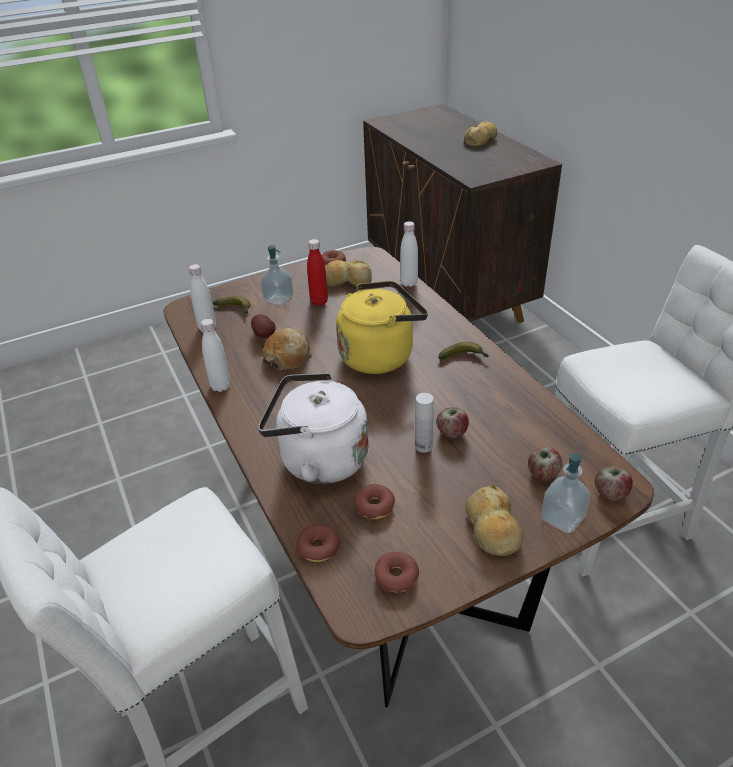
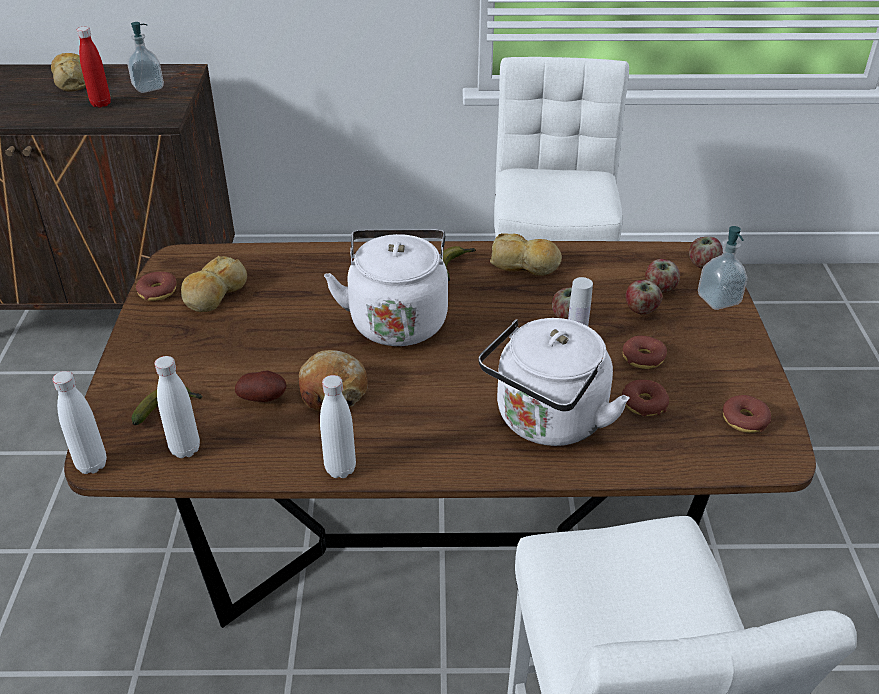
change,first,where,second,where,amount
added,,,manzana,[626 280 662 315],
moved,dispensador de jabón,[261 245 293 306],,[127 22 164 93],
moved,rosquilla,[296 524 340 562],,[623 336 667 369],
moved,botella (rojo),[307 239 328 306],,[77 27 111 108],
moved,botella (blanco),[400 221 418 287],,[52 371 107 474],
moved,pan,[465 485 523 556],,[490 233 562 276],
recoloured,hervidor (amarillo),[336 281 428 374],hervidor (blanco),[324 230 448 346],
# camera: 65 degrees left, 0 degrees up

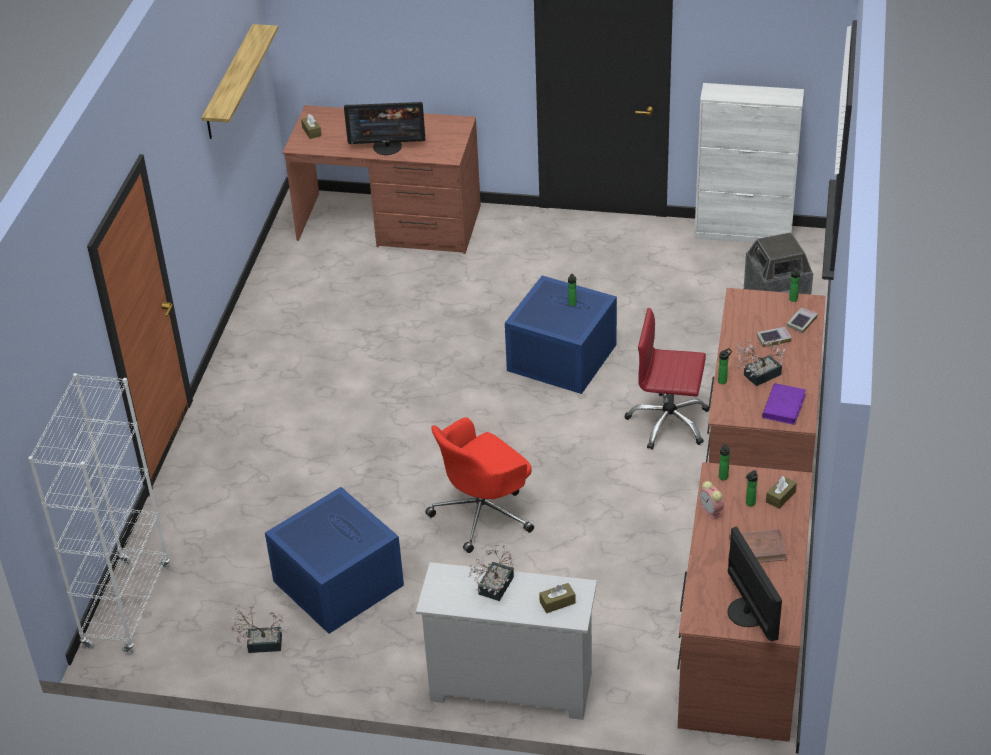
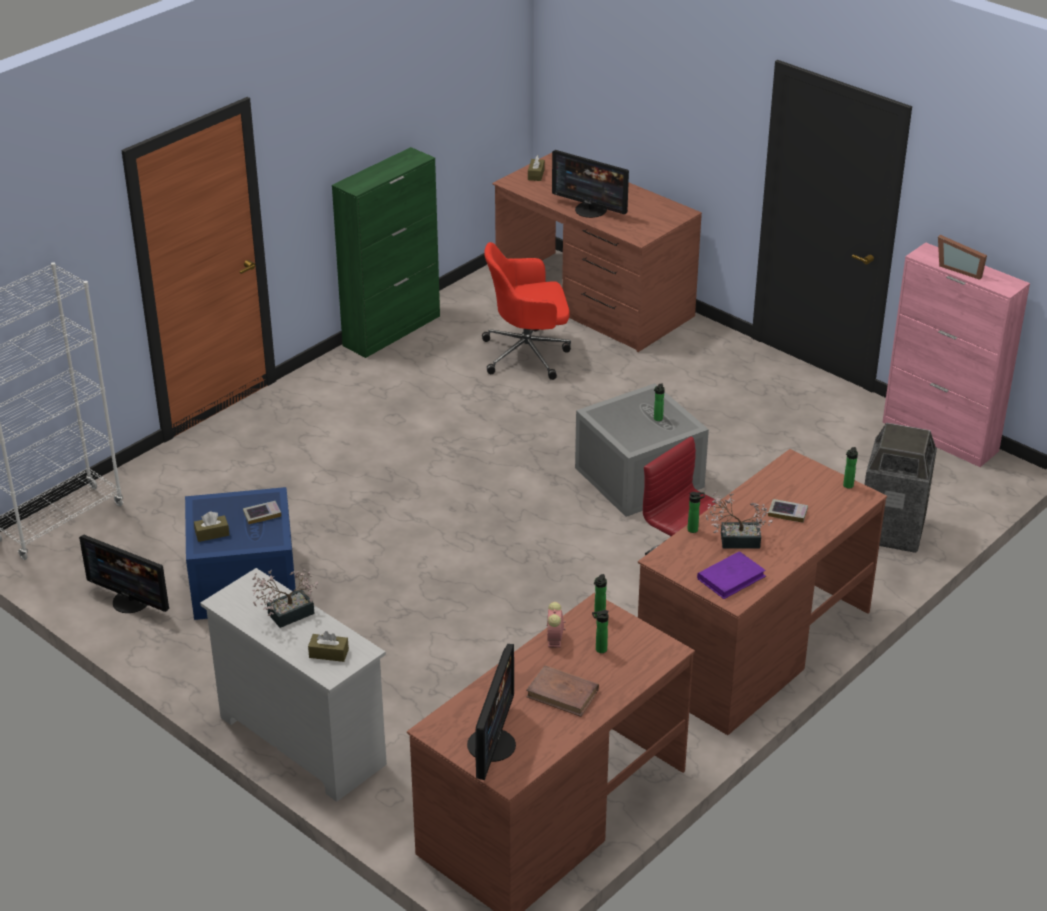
change,first,where,second,where,amount
removed,estante,[201 24 278 139],,,
added,,,armario (verde),[332 147 440 358],
added,,,portarretratos,[938 235 987 280],
moved,silla de oficina (rojo),[425 417 534 553],,[482 242 571 380],
moved,caja de pañuelos (marrón),[766 476 797 509],,[194 511 229 542],
moved,libro,[786 308 818 333],,[243 501 281 524],
replaced,planta en maceta,[231 605 289 653],monitor,[79 534 169 613],
recoloured,caja de almacenaje (azul),[505 276 617 394],caja de almacenaje (gris),[575 383 709 517],
recoloured,armario (blanco),[694 83 804 243],armario (rosa),[882 243 1030 467],
# camera: 30 degrees right, 5 degrees down

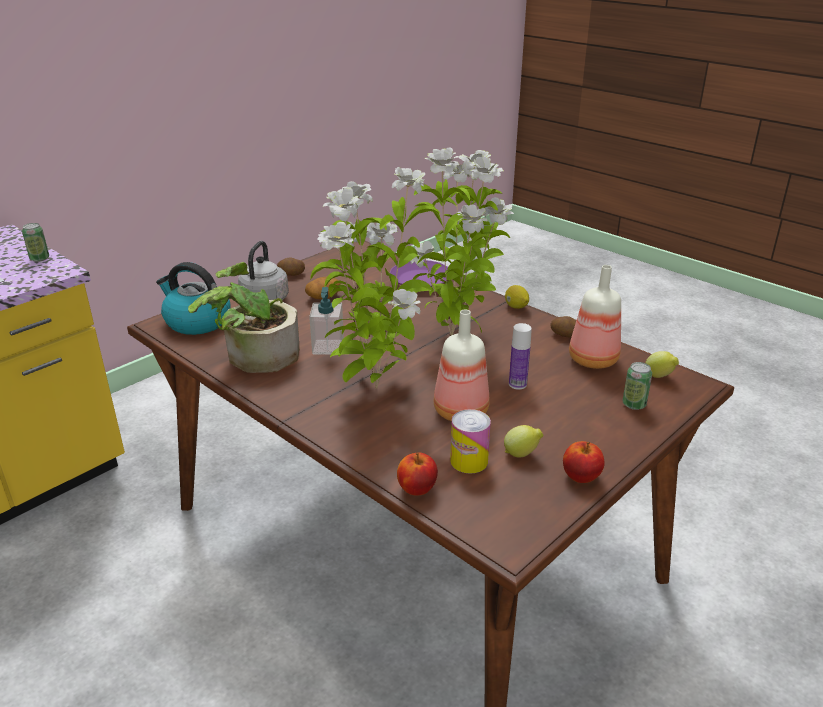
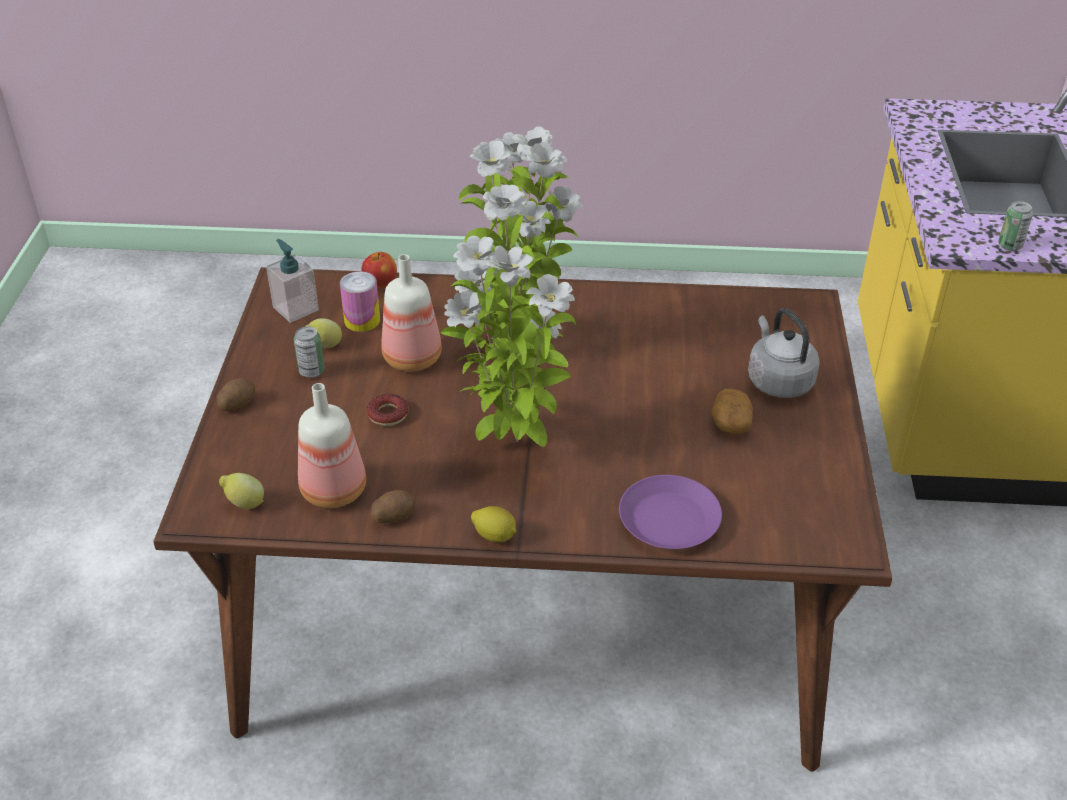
change,first,where,second,where,amount
removed,hervidor,[156 262 231 335],,,
removed,planta en maceta,[188 262 299 373],,,
removed,manzana,[563 441 605 483],,,
moved,patata,[277 258 305 276],,[217 378 255 411],
moved,dispensador de jabón,[309 287 344 355],,[266 239 319 323],
moved,lata,[623 362 652 410],,[294 326 325 378],
replaced,botella,[509 323 532 390],rosquilla,[367 394 408 426],
# camera: 140 degrees right, 10 degrees up

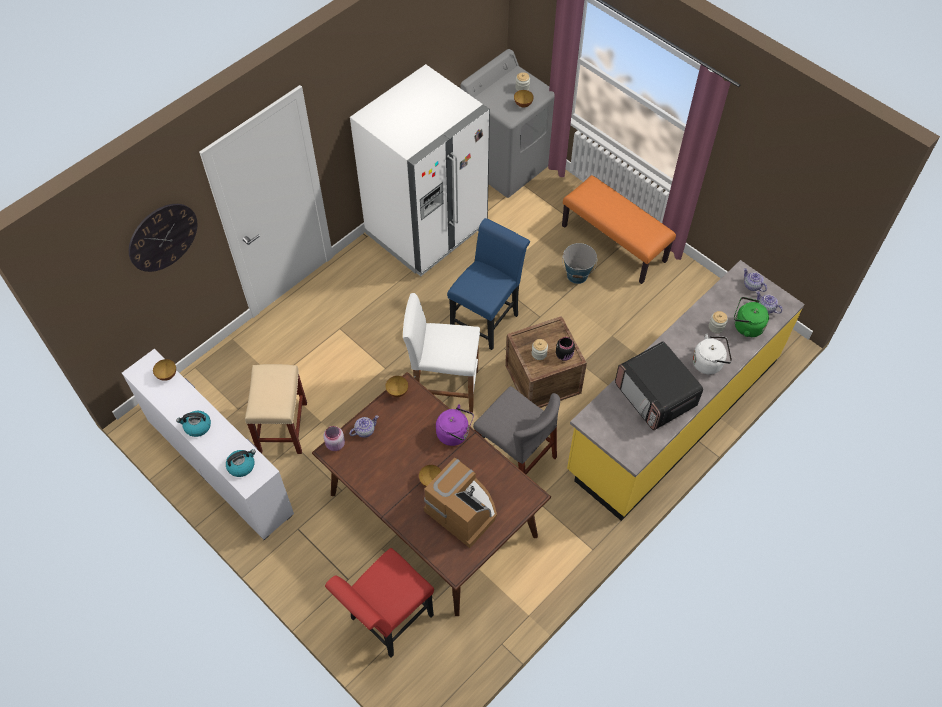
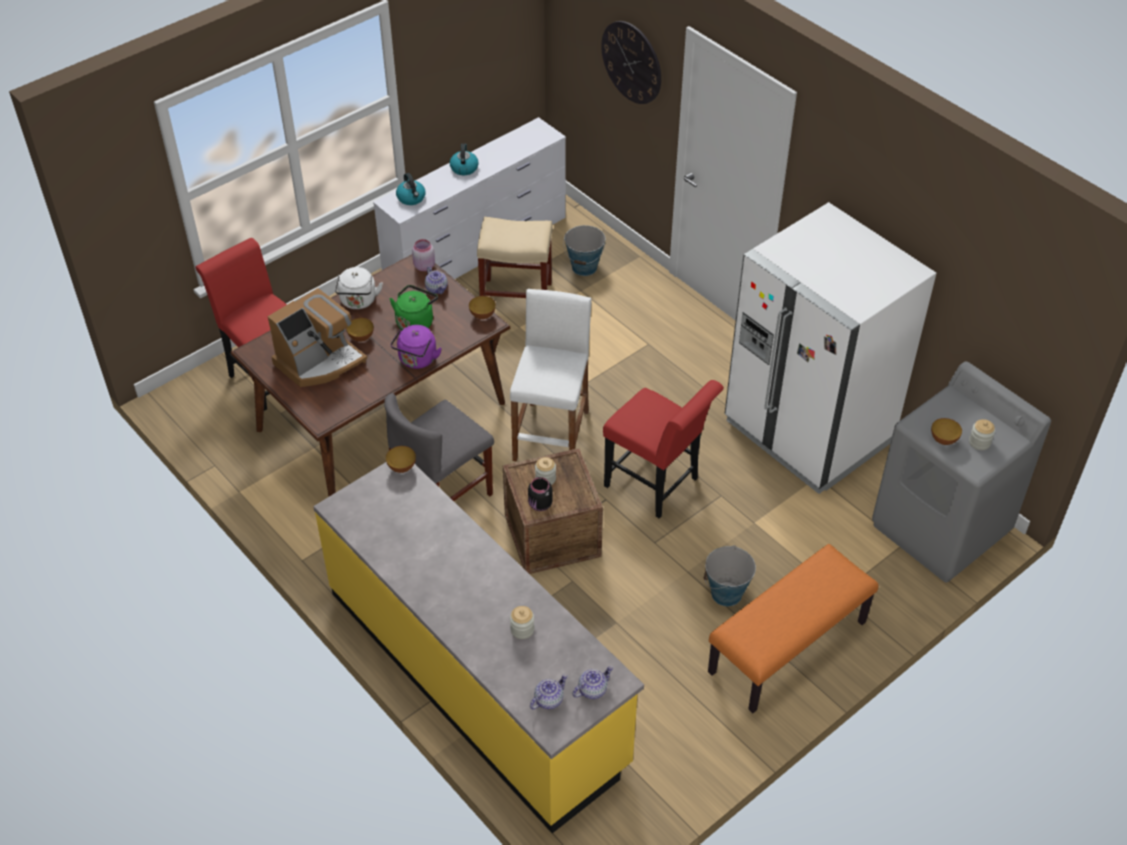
change,first,where,second,where,amount
removed,microondas,[615 341 703 430],,,
added,,,cubo,[563 225 605 276],
moved,cuenco,[153 359 176 381],,[386 446 416 473],
moved,hervidor (blanco),[692 334 732 375],,[335 267 383 309],
moved,hervidor (verde),[734 297 769 337],,[390 285 438 330],
recoloured,silla (azul),[447 218 530 350],silla (rojo),[603 380 724 519],
# camera: 95 degrees right, 10 degrees down

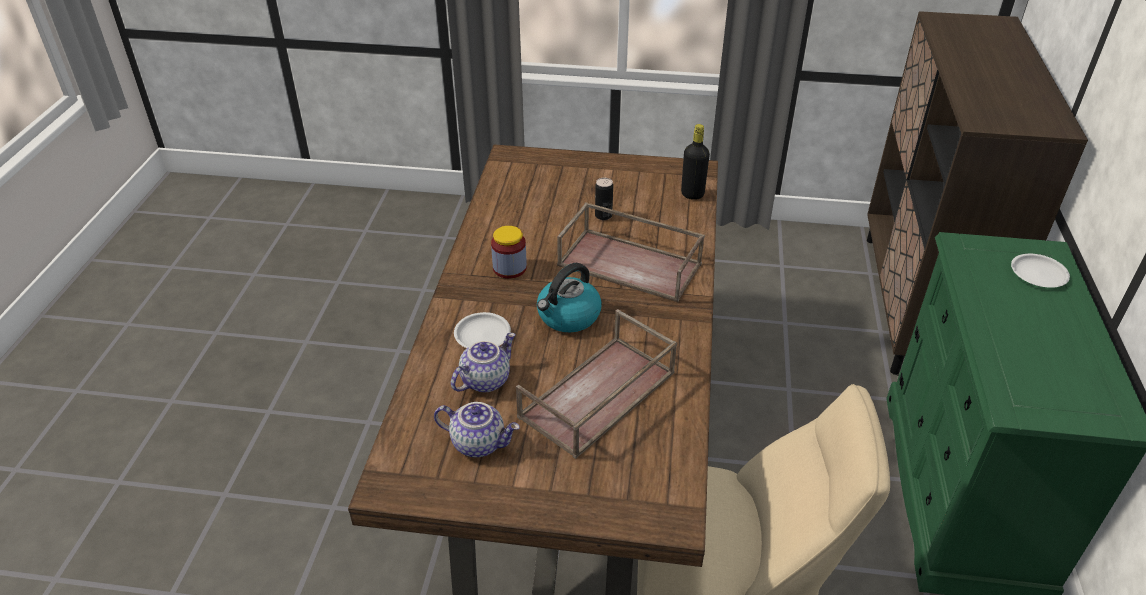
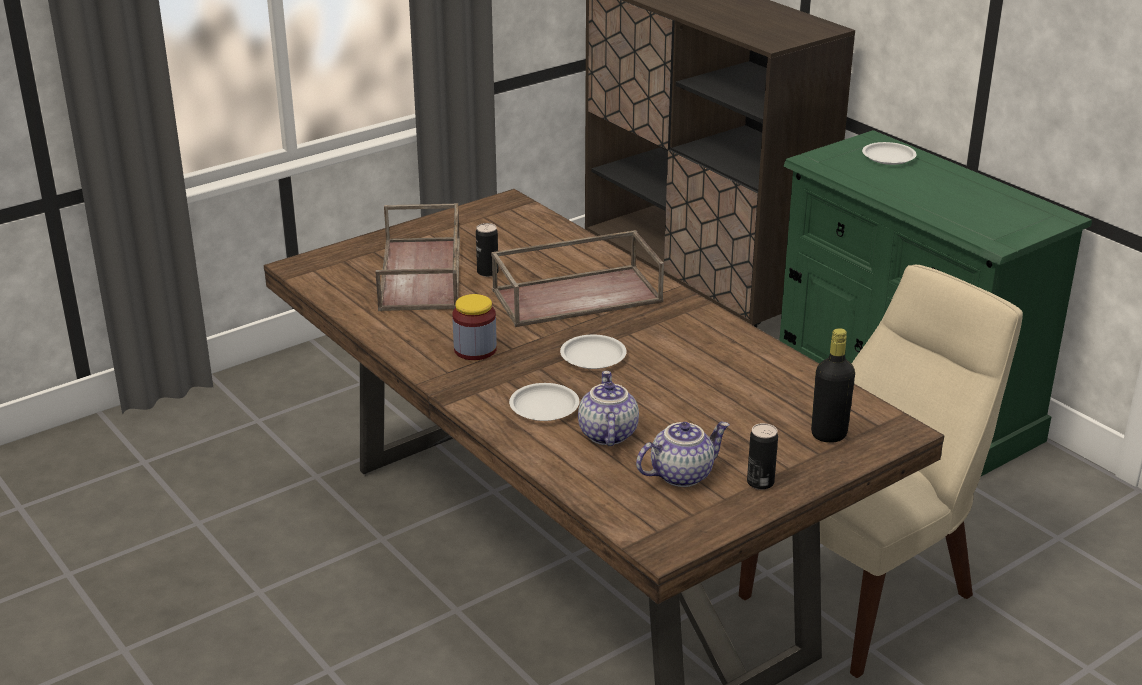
change,first,where,second,where,amount
added,,,lata,[747 423 778 490],
moved,bandeja (marrón),[516 309 677 459],,[375 203 460 311],
moved,botella (negro),[681 124 710 200],,[811 328 855 443],
replaced,hervidor,[537 263 602 332],plato (blanco),[560 335 627 369],
# camera: 45 degrees left, 10 degrees down

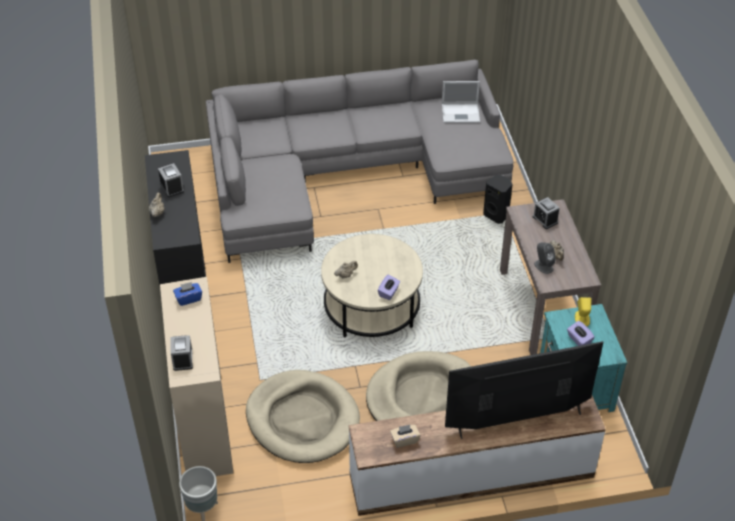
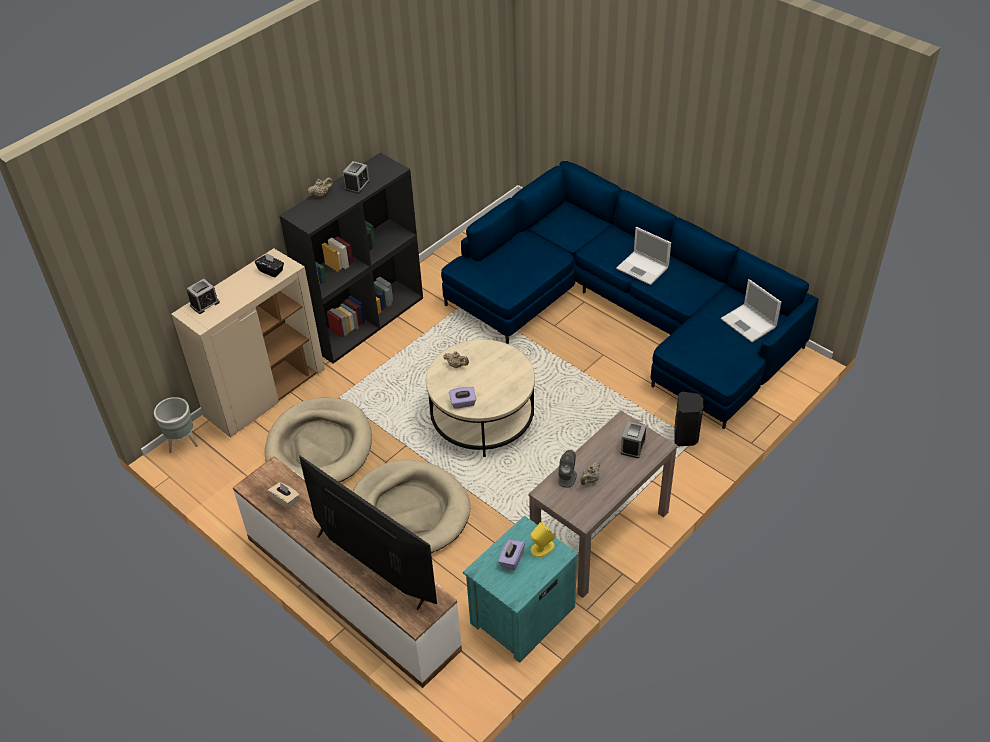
change,first,where,second,where,amount
added,,,portátil,[616 227 671 285],
recoloured,caja de pañuelos (azul),[173 282 202 306],caja de pañuelos (negro),[255 253 284 277],
recoloured,sofá (gris),[206 60 513 263],sofá (azul),[441 161 819 429],
# camera: 55 degrees right, 0 degrees up

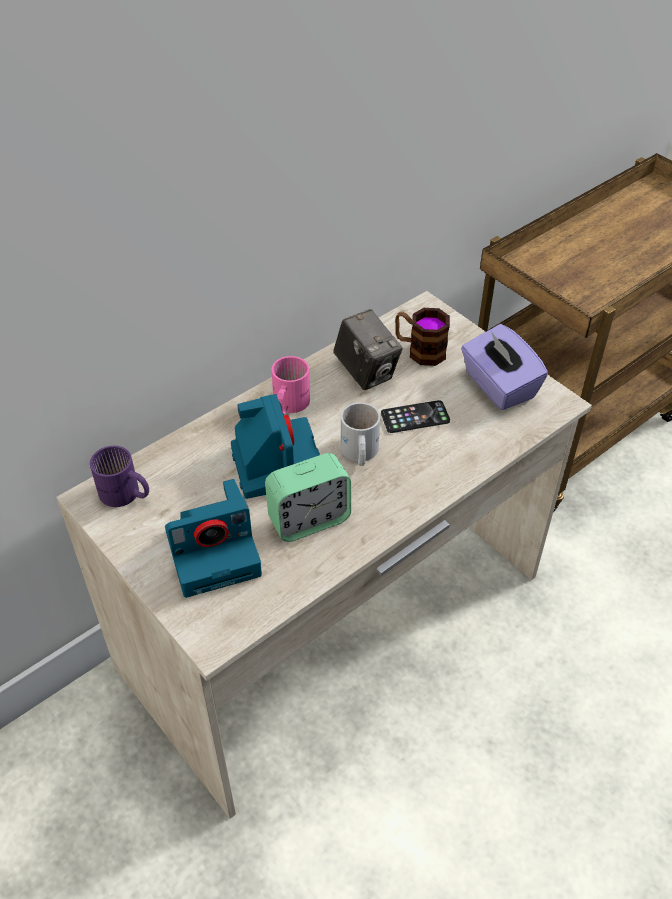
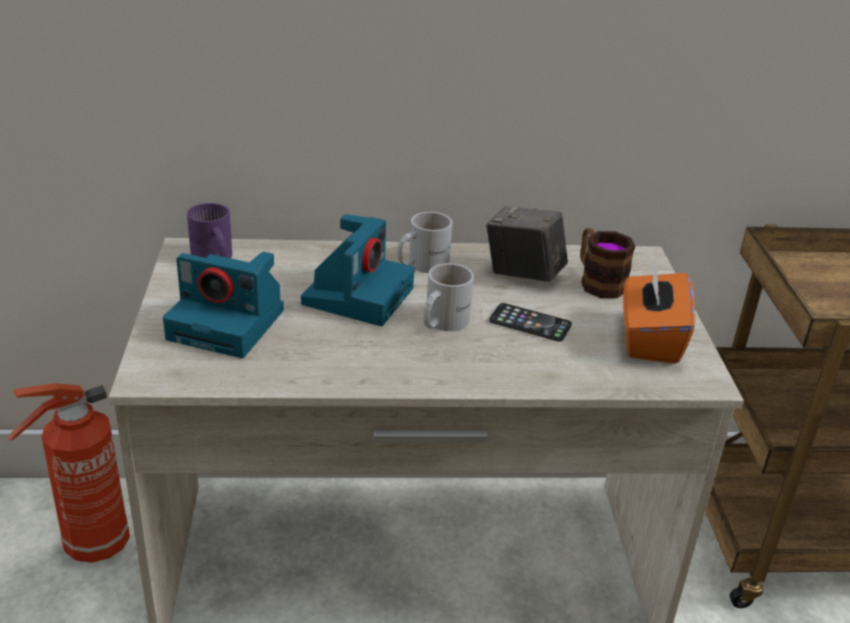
change,first,where,second,where,amount
removed,despertador,[265 453 351 542],,,
added,,,extintor,[7 383 130 563],
recoloured,taza grande (rosa),[271 356 310 415],taza grande (blanco),[397 212 452 273],
recoloured,caja de pañuelos (morado),[461 324 548 410],caja de pañuelos (naranja),[623 260 695 364],
turned,cámara,[333 309 403 390],,[486 207 568 282],120 degrees clockwise
# camera: 35 degrees right, 15 degrees down

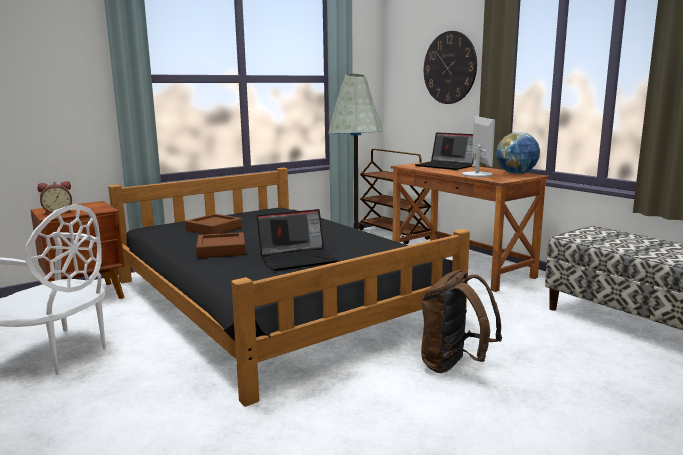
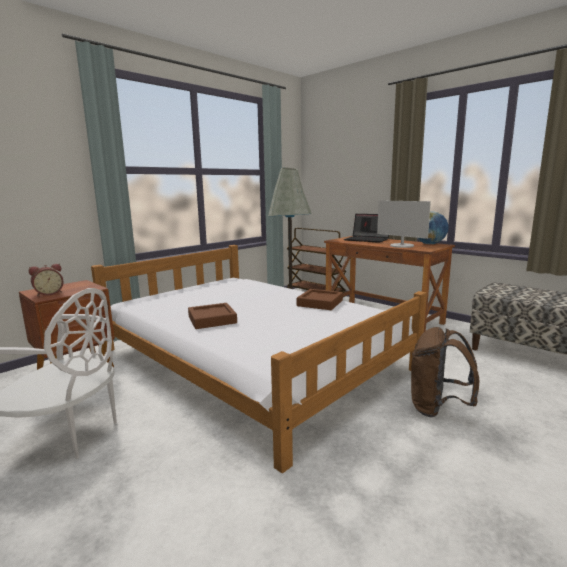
change,first,where,second,where,amount
removed,portátil,[257 209 338 271],,,
removed,reloj de pared,[424 31 477 104],,,
moved,bandeja (marrón),[185 214 242 235],,[297 289 343 310],
recoloured,cama (negro),[108 168 470 407],cama (blanco),[91 245 427 473],
turned,monitor,[462 116 495 177],,[377 200 431 248],150 degrees clockwise
# camera: 10 degrees left, 0 degrees up

